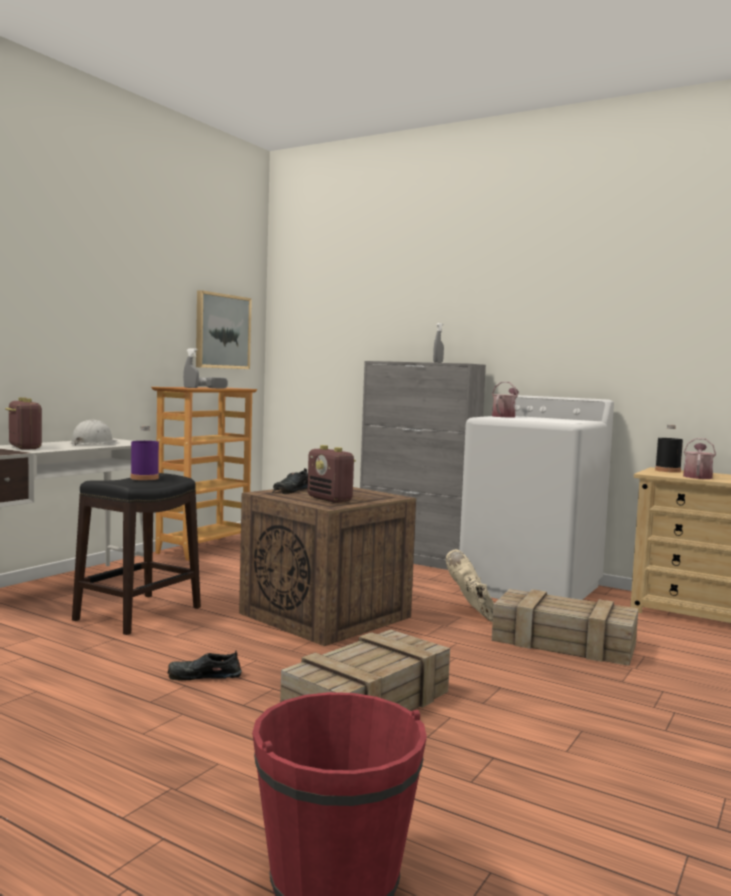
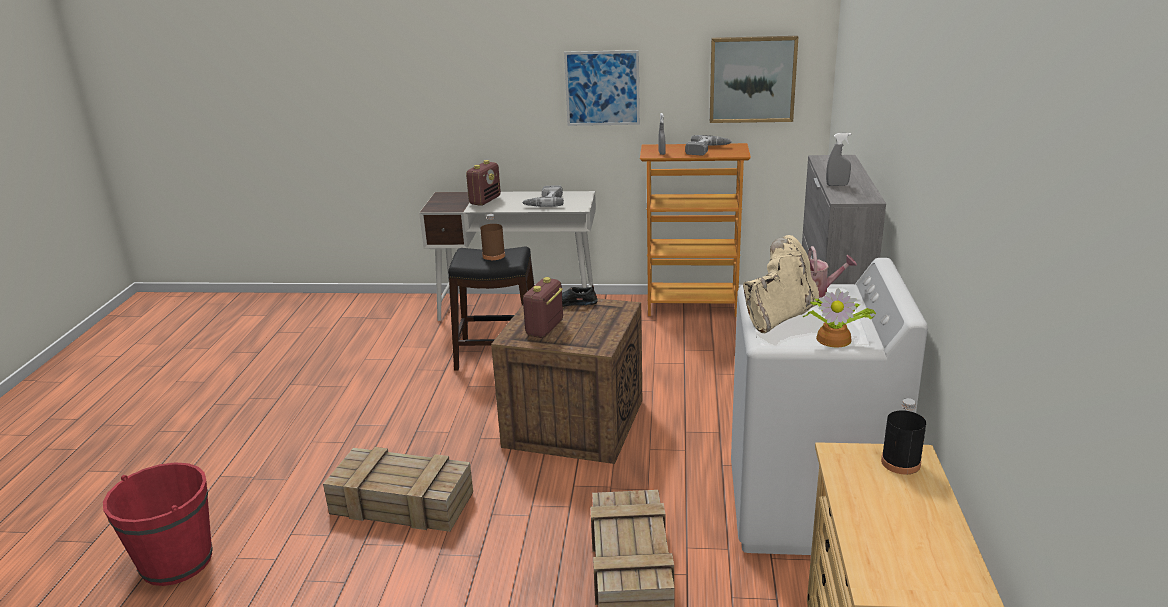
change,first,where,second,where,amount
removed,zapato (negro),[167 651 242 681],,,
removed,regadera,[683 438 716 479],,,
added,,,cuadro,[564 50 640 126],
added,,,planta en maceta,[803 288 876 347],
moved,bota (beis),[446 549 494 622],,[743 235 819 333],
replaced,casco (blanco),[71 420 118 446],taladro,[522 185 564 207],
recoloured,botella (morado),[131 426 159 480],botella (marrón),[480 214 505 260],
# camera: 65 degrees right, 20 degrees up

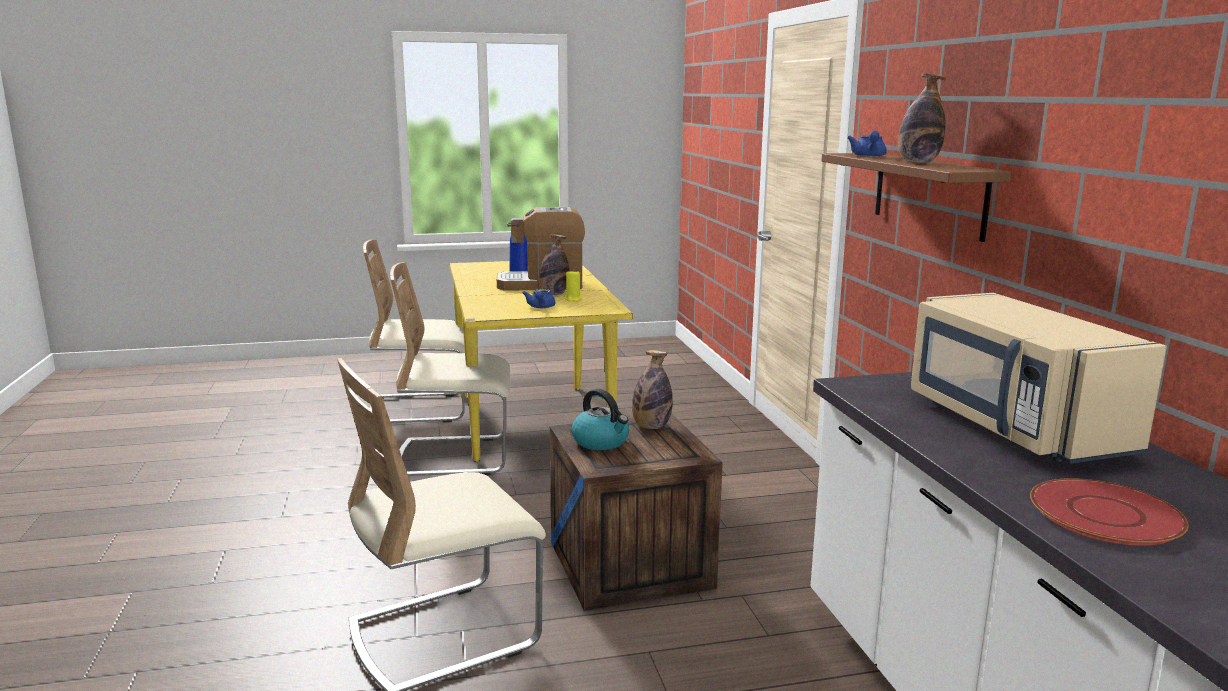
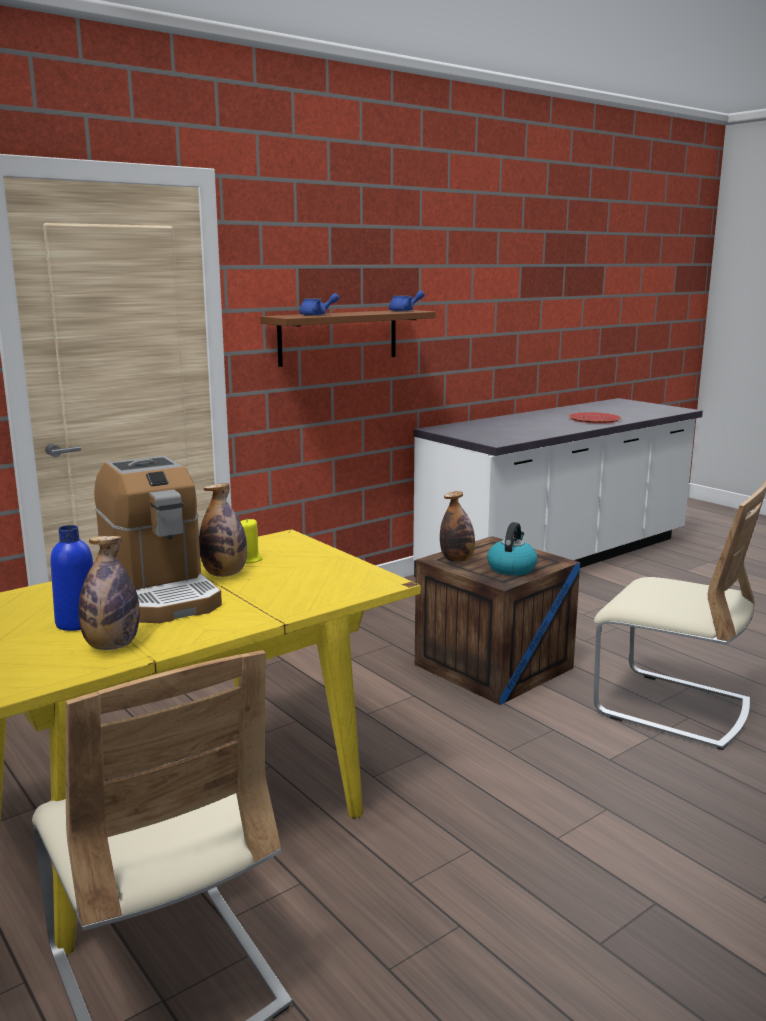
change,first,where,second,where,amount
removed,silla (beis),[390 262 510 476],,,
removed,microondas (beis),[911 293 1167 464],,,
moved,tetera (azul),[522 289 555 308],,[389 291 424 311],
moved,botella,[898 73 946 163],,[78 536 140 650],
# camera: 115 degrees left, 0 degrees up

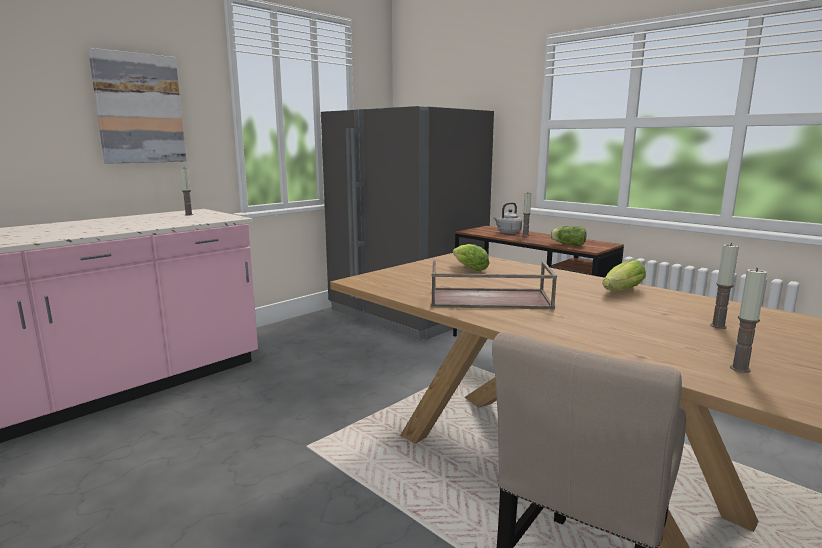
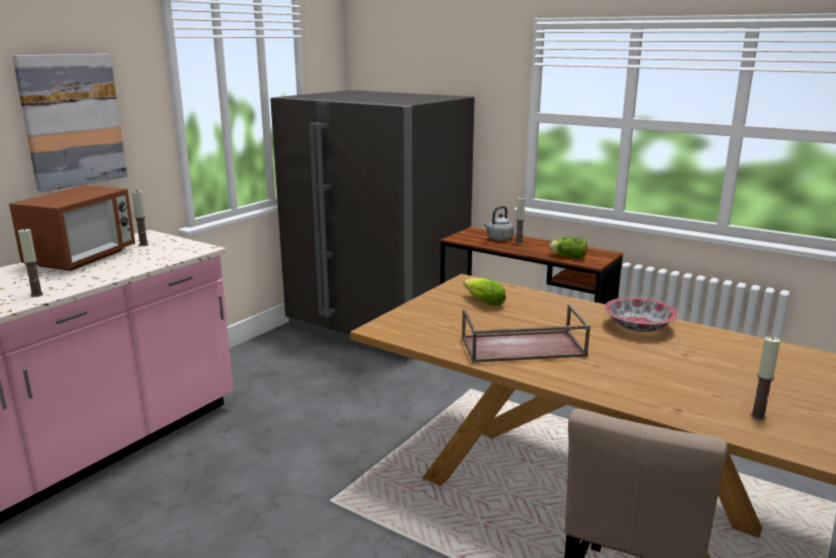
change,first,where,second,where,amount
added,,,microondas,[9 185 135 271],
moved,vela,[710 243 739 329],,[18 228 44 297],
replaced,lechuga,[602 259 646 291],cuenco,[604 297 678 332],
# camera: 10 degrees left, 5 degrees up

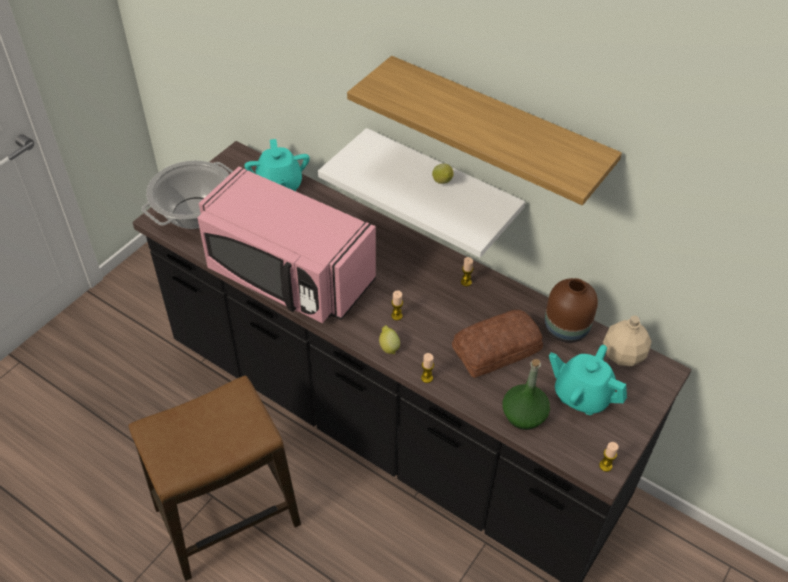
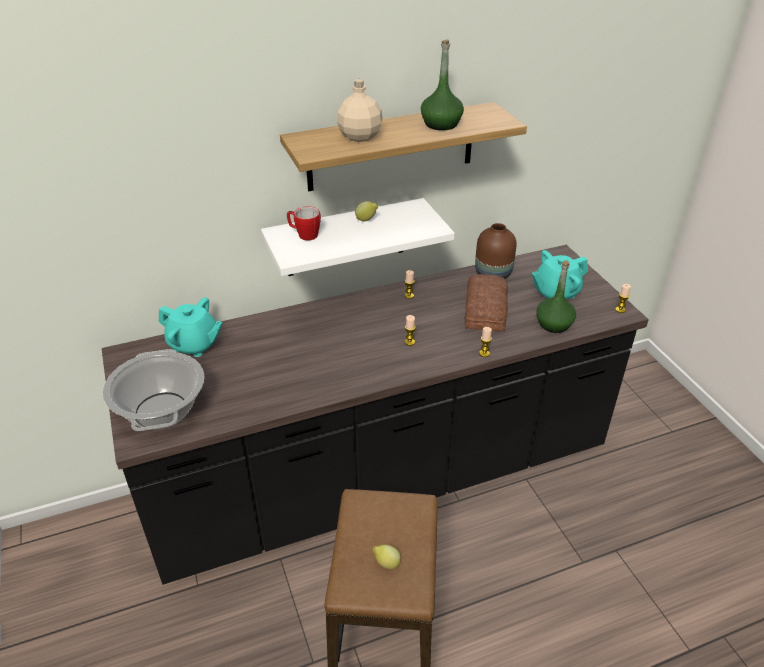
change,first,where,second,where,amount
removed,microondas (rosa),[197 167 376 323],,,
added,,,taza grande,[287 206 321 241],
added,,,botella (verde),[421 40 464 130],
moved,limón,[379 325 400 354],,[373 544 401 569],
moved,botella (beis),[603 315 652 366],,[337 79 382 142],
# camera: 55 degrees left, 10 degrees down

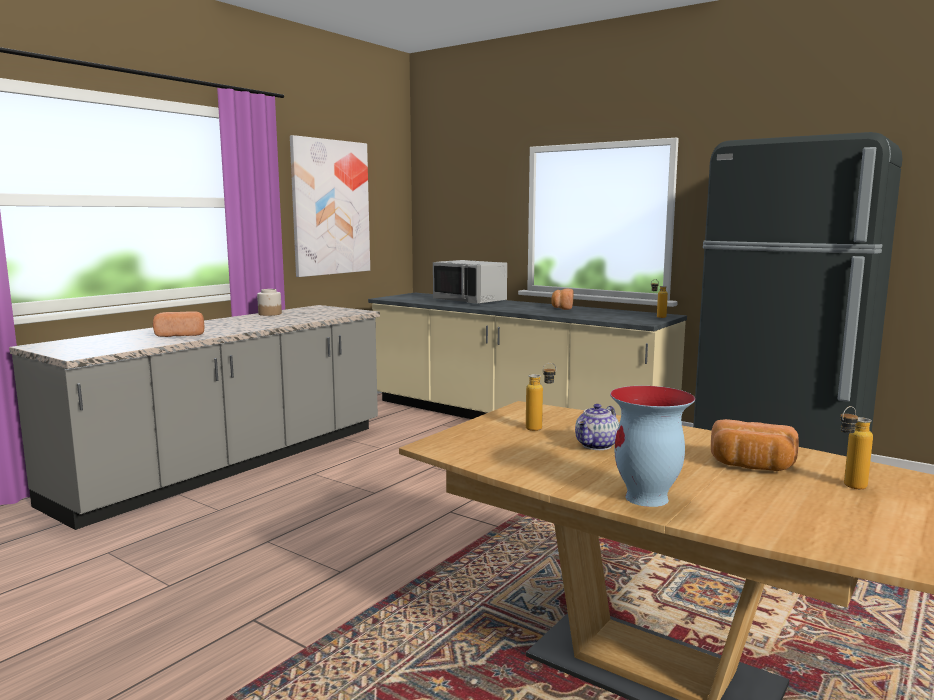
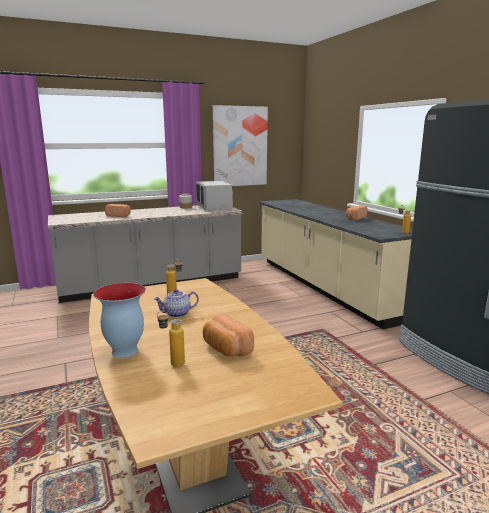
change,first,where,second,where,amount
moved,microondas (gris),[433 260 507 304],,[196 181 233 210],
moved,botella,[840 406 873 489],,[157 311 185 367],
# camera: 30 degrees right, 5 degrees up

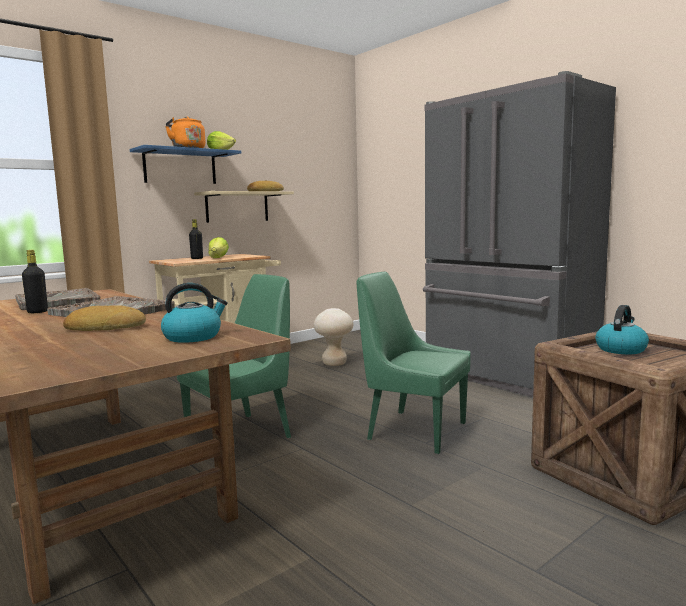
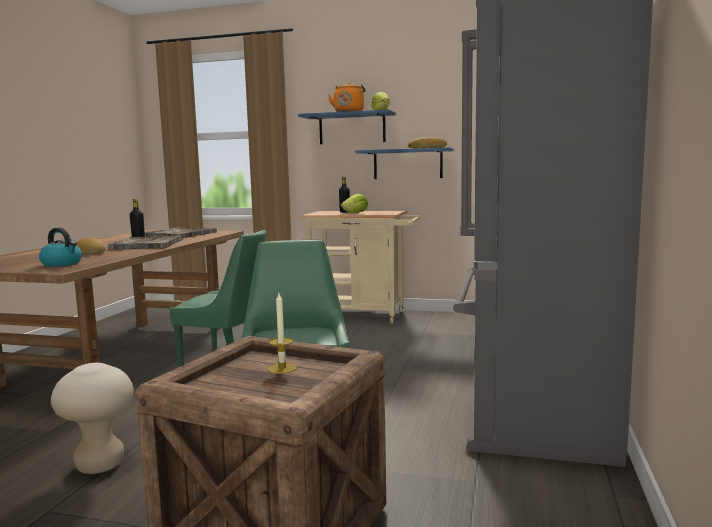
change,first,where,second,where,amount
moved,taburete (beis),[314 308 353 366],,[51 363 133 474],
replaced,hervidor,[595 305 649 354],vela,[268 293 297 374],
recoloured,estante (beis),[194 191 294 223],estante (azul),[355 147 454 179],
# camera: 55 degrees right, 0 degrees up

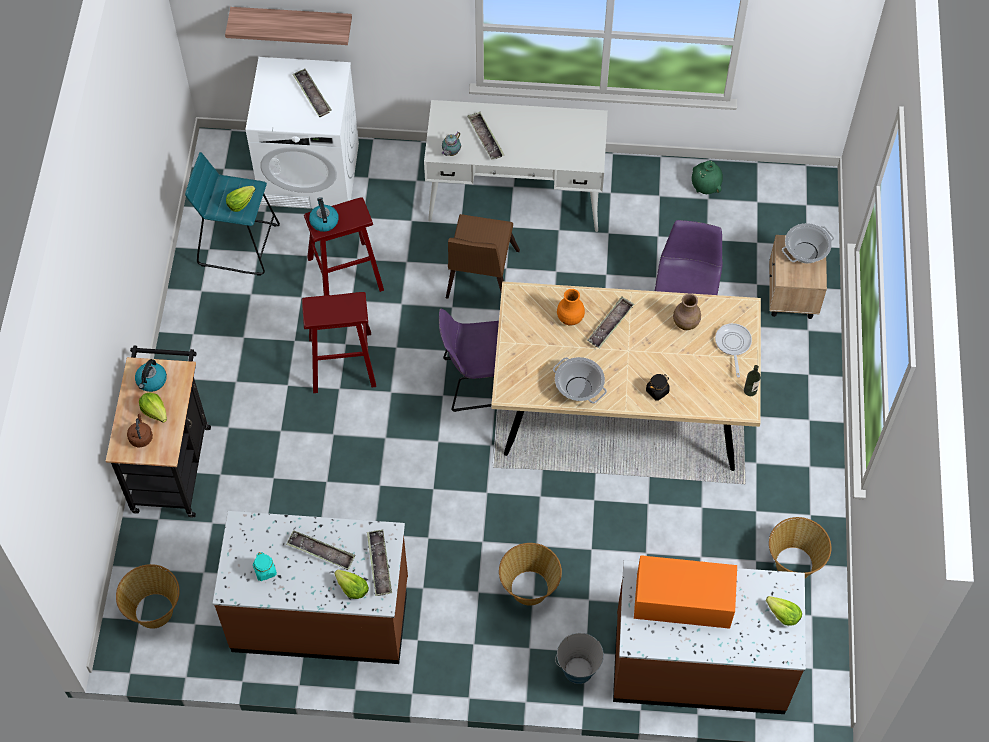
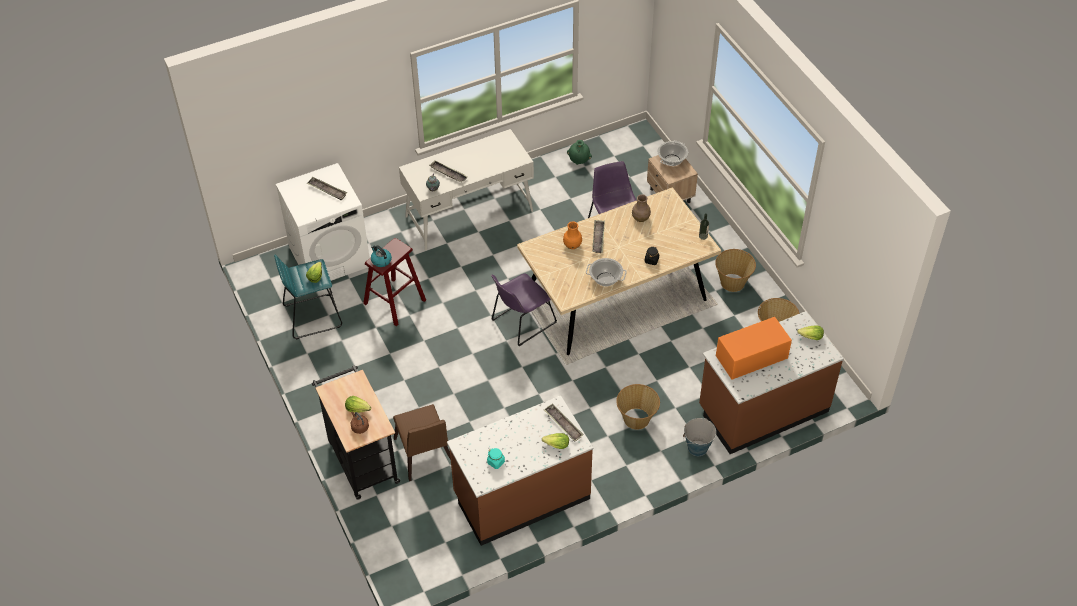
change,first,where,second,where,amount
removed,hervidor,[135 359 167 392],,,
removed,estante,[225 7 352 45],,,
removed,bandeja,[286 530 356 570],,,
removed,taburete (rojo),[302 292 376 393],,,
removed,sartén,[715 323 752 377],,,
moved,cesta,[116 564 180 629],,[715 249 756 292],
moved,silla (marrón),[446 214 520 298],,[393 404 451 481],
# camera: 30 degrees left, 10 degrees down

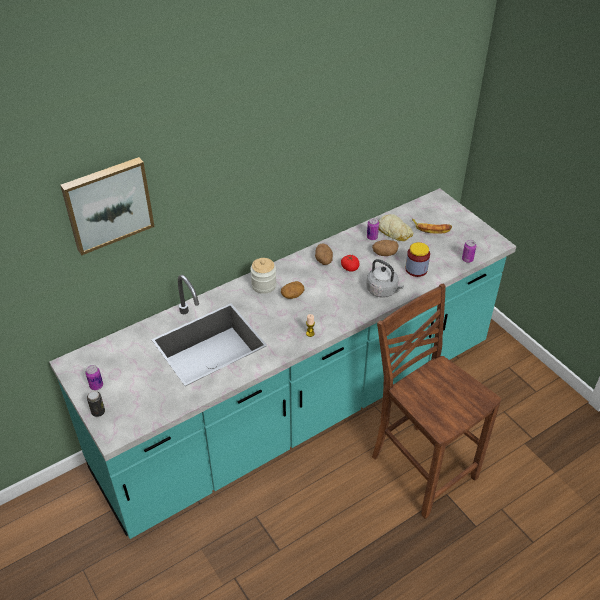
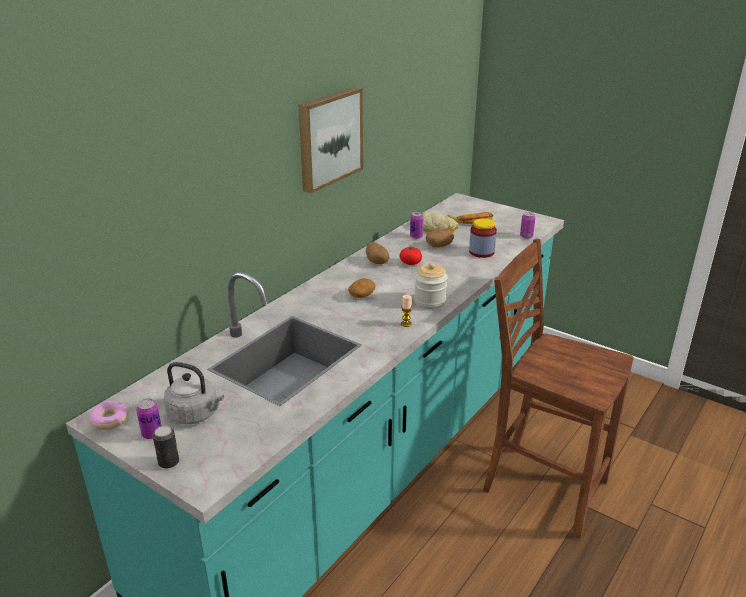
change,first,where,second,where,amount
added,,,rosquilla,[89 401 128 430],
moved,cuadro,[60 157 155 255],,[299 87 363 193],
moved,tarro,[250 258 276 294],,[414 263 448 309],
moved,hervidor (gris),[366 259 404 298],,[164 362 224 424],
# camera: 20 degrees left, 15 degrees down

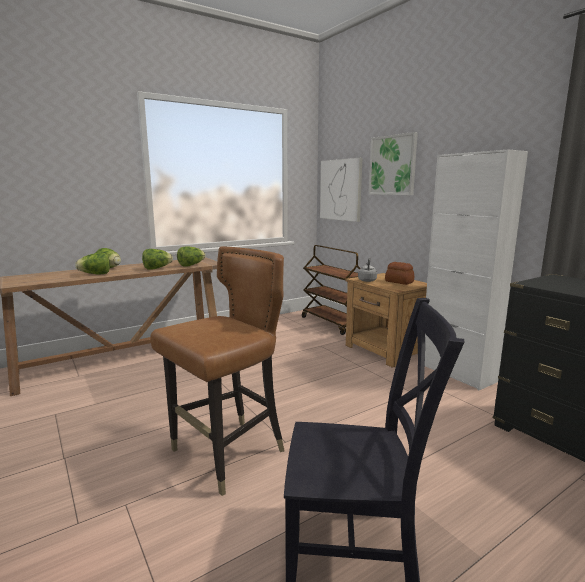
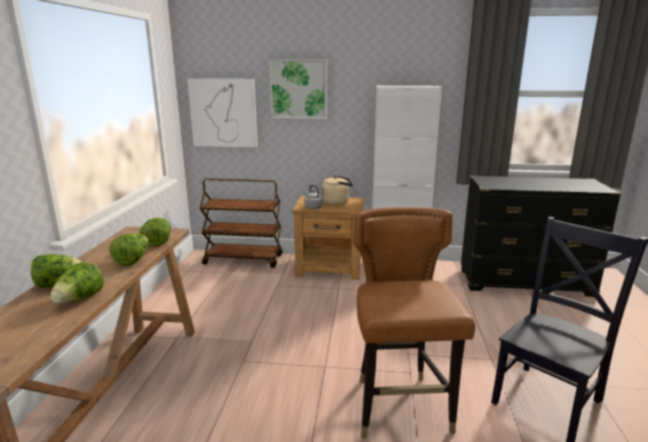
change,first,where,second,where,amount
replaced,pan,[385 262 414 285],hervidor (beis),[322 175 353 205],
# camera: 50 degrees left, 5 degrees up

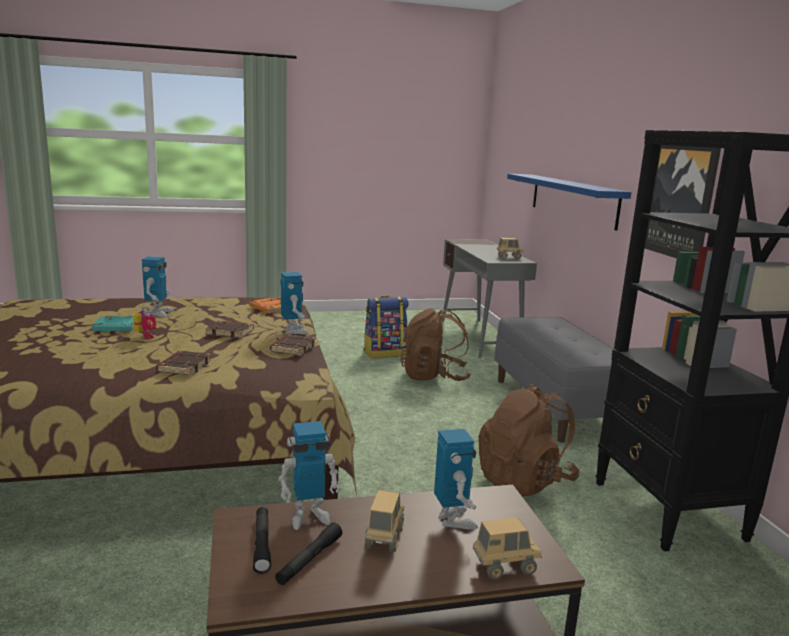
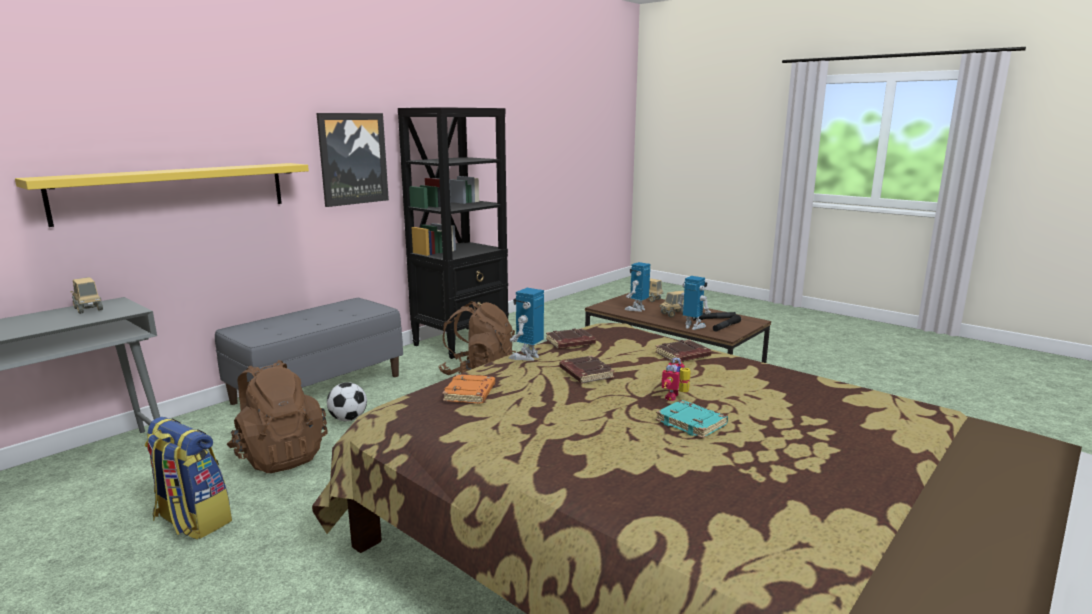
change,first,where,second,where,amount
removed,robot de juguete,[142 256 174 317],,,
added,,,balón de fútbol,[327 382 367 421],
recoloured,estante (azul),[507 174 631 231],estante (amarillo),[15 163 309 227],
# camera: 125 degrees left, 0 degrees up

